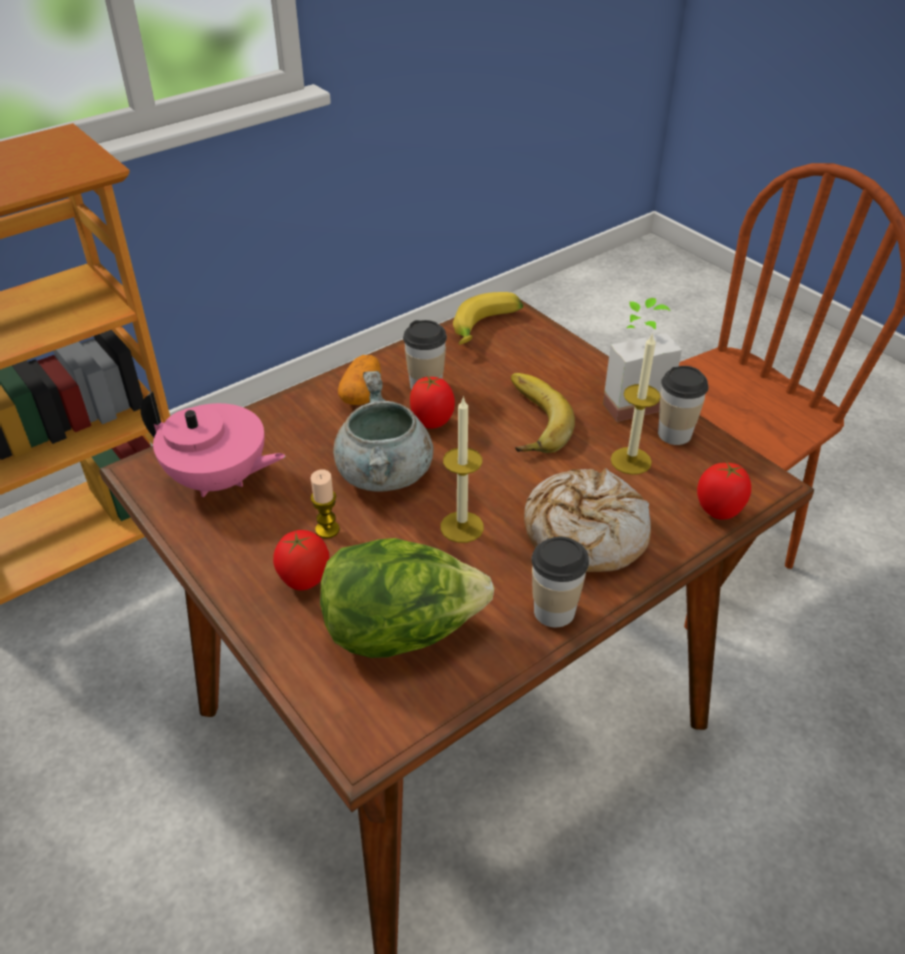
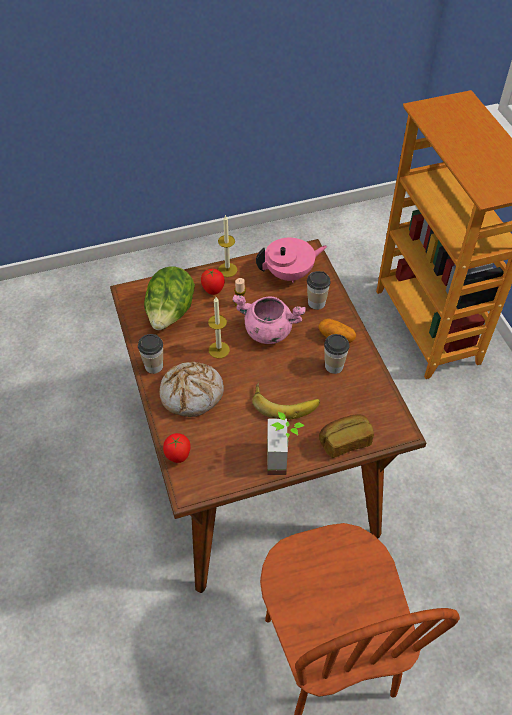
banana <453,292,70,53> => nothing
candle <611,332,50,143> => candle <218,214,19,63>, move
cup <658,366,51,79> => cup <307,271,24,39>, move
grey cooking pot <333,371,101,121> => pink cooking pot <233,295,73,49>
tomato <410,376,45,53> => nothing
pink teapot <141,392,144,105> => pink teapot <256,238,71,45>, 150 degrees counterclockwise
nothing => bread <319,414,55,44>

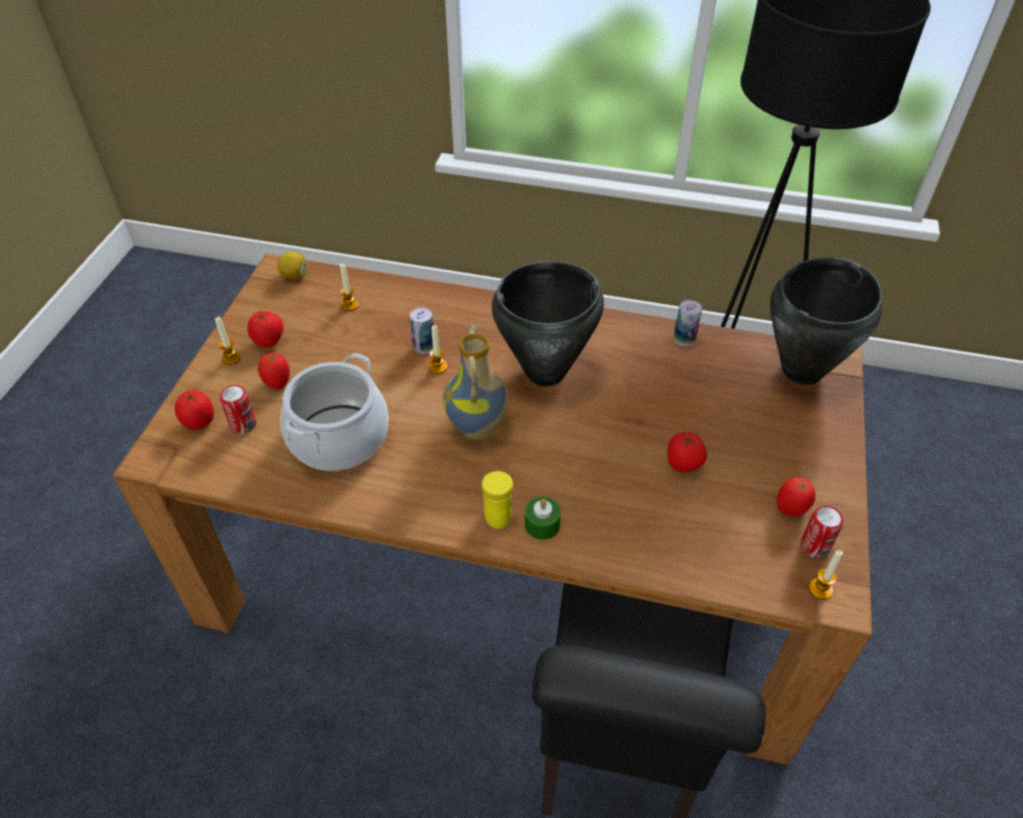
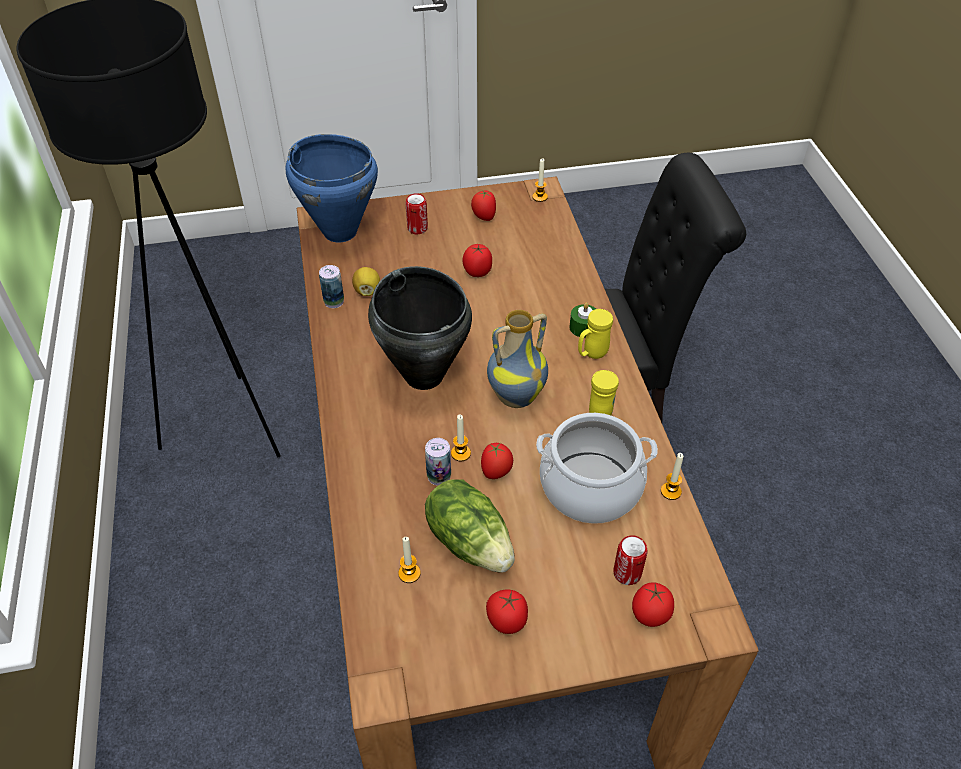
lemon <277,252,31,27> => lemon <352,267,28,29>, move
black cooking pot <770,257,112,128> => blue cooking pot <286,134,92,109>
candle <215,316,26,49> => candle <661,453,22,47>, move
tomato <258,353,32,37> => tomato <481,443,32,36>, move
can <801,506,42,52> => can <406,193,22,41>, move
nothing => yellow mug <589,370,30,45>
nothing => lettuce <425,479,90,94>

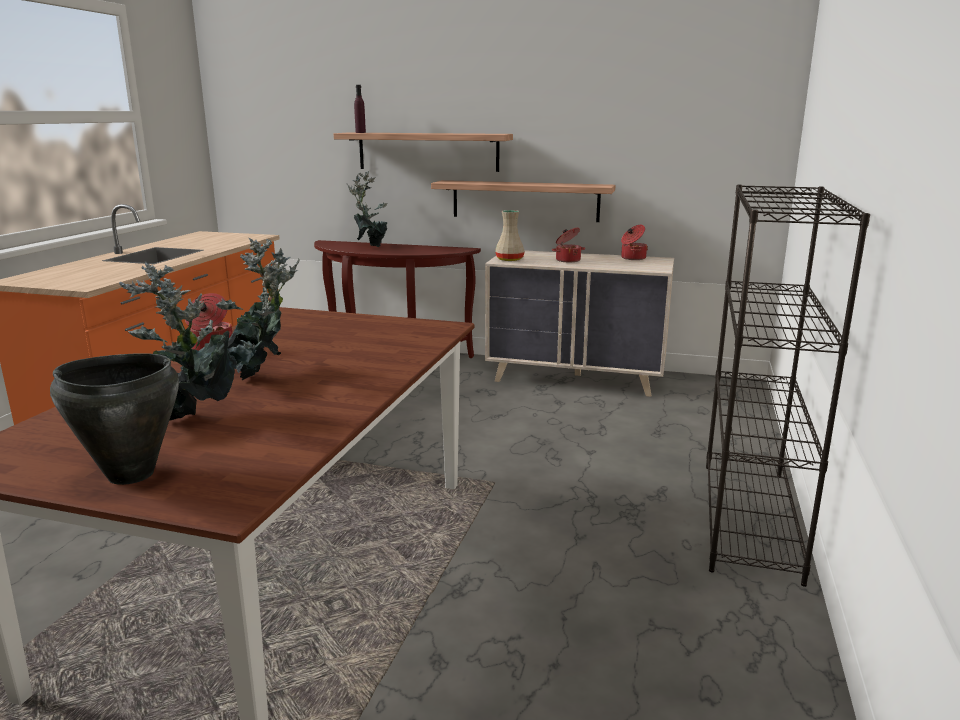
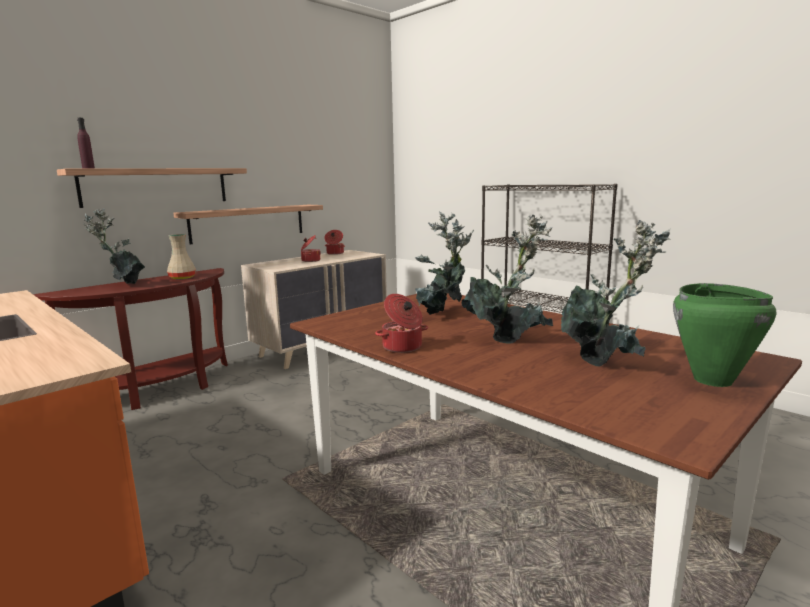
beige vase <495,210,30,51> => beige vase <167,234,29,46>, move
black cooking pot <50,353,129,132> => green cooking pot <673,283,103,104>
nothing => potted plant <415,211,59,104>

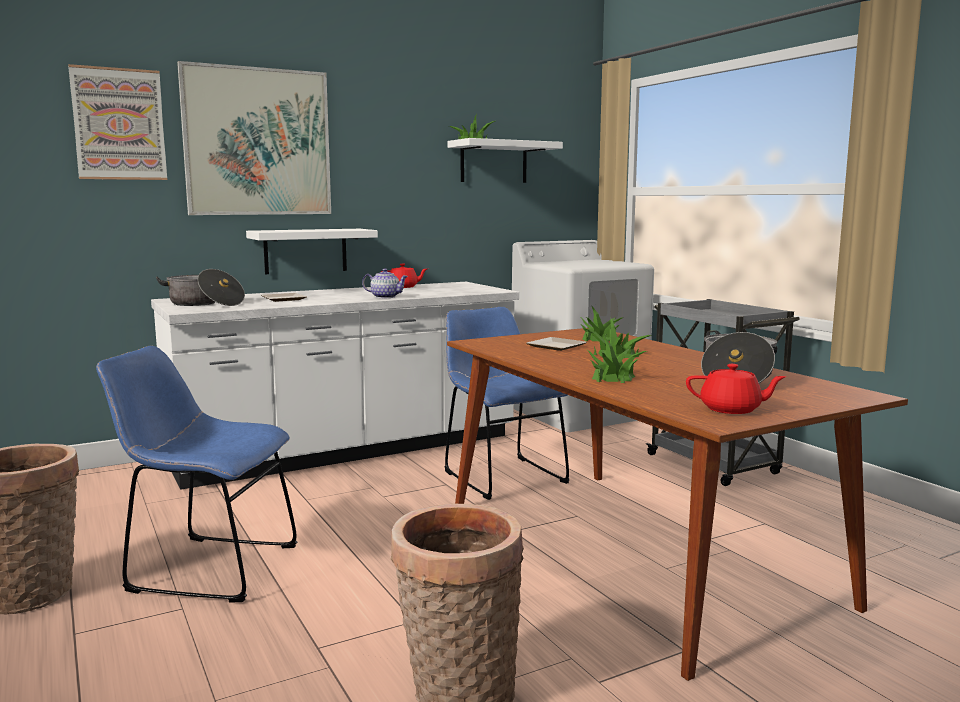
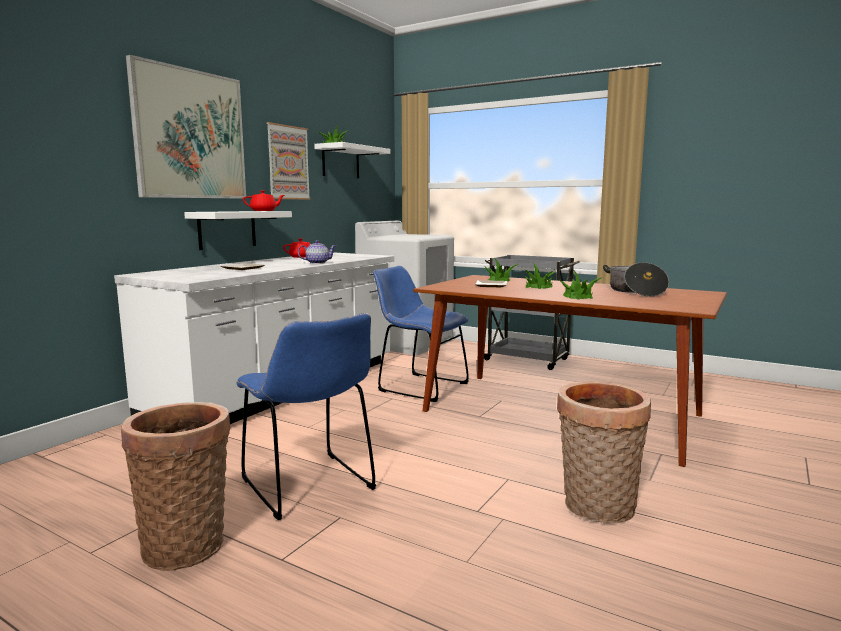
picture <68,64,99,116> => picture <266,122,45,78>, move
cooking pot <156,269,89,37> => nothing
blue chair <96,346,201,257> => blue chair <236,313,140,207>, 105 degrees counterclockwise
red teapot <686,364,100,50> => red teapot <243,190,41,21>, move

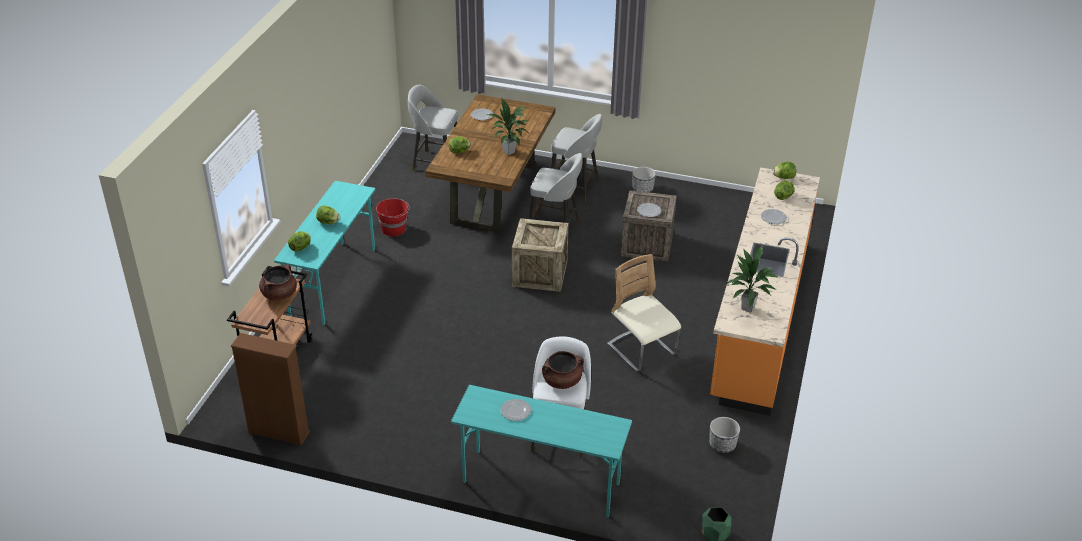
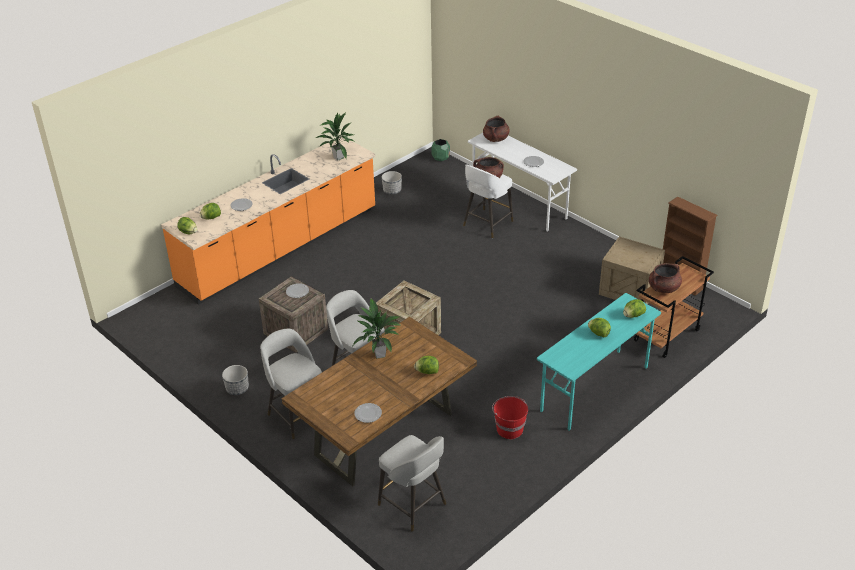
beige chair <607,254,74,118> => nothing
turquoise desk <451,385,181,132> => white desk <468,133,109,99>
nothing => brown cooking pot <483,116,27,26>
nothing => crate <599,236,66,68>

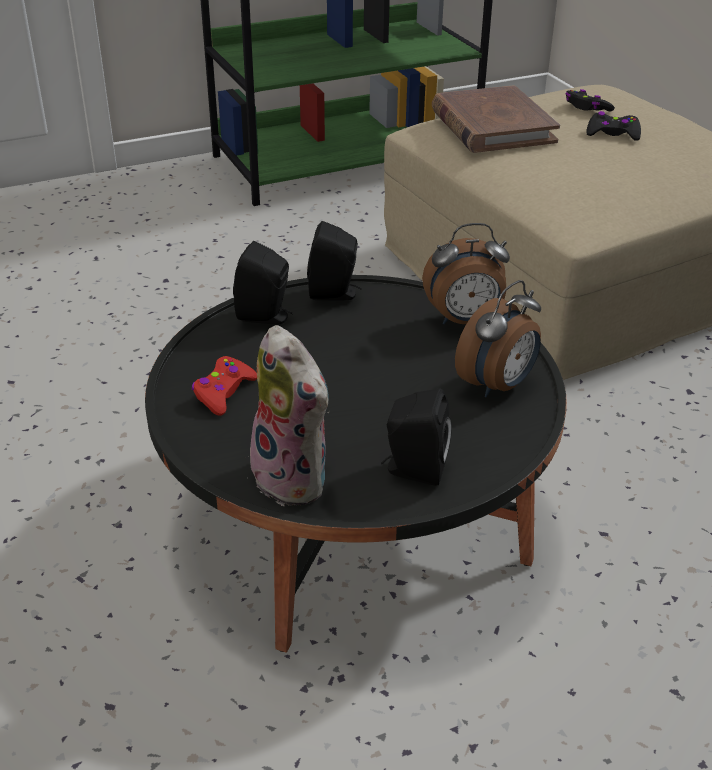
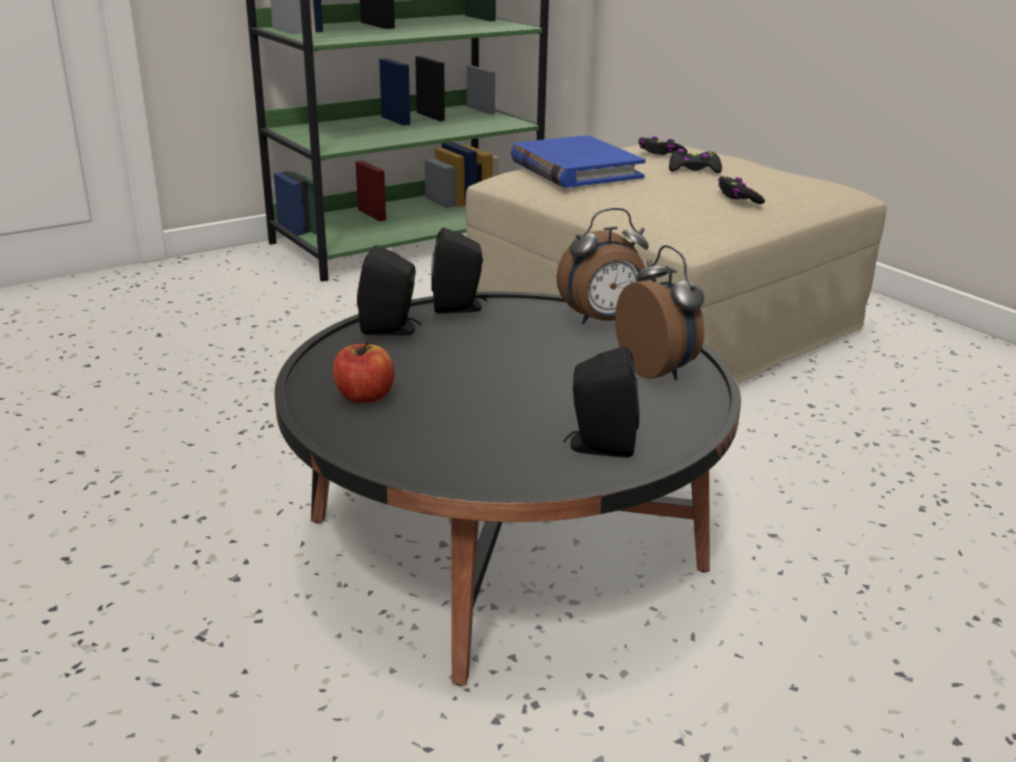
brown book <432,85,128,68> => blue book <511,135,135,53>
alarm clock <455,280,86,117> => alarm clock <615,245,89,135>, 60 degrees counterclockwise
plush toy <250,325,79,181> => nothing
red game controller <192,356,65,60> => apple <333,341,61,62>
nothing => black game controller <718,176,47,28>

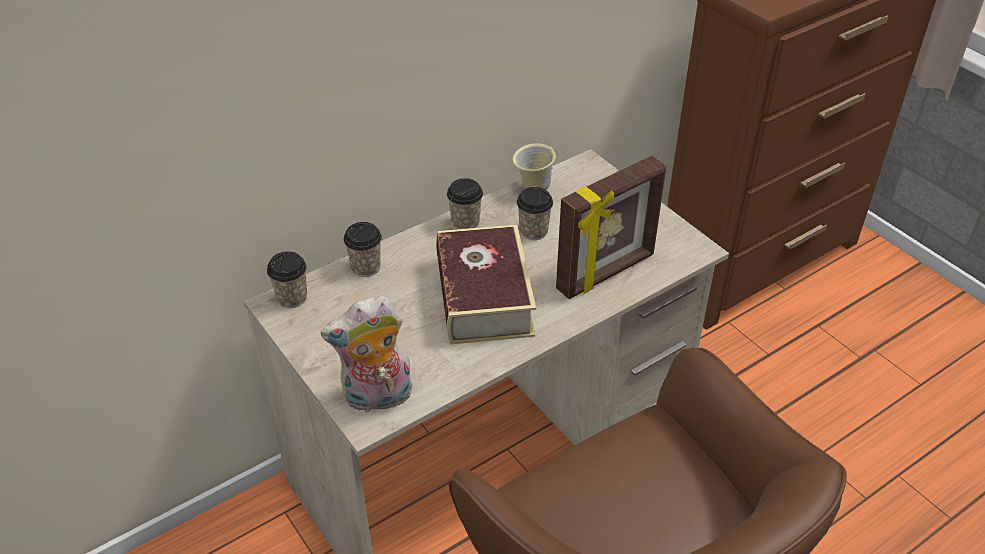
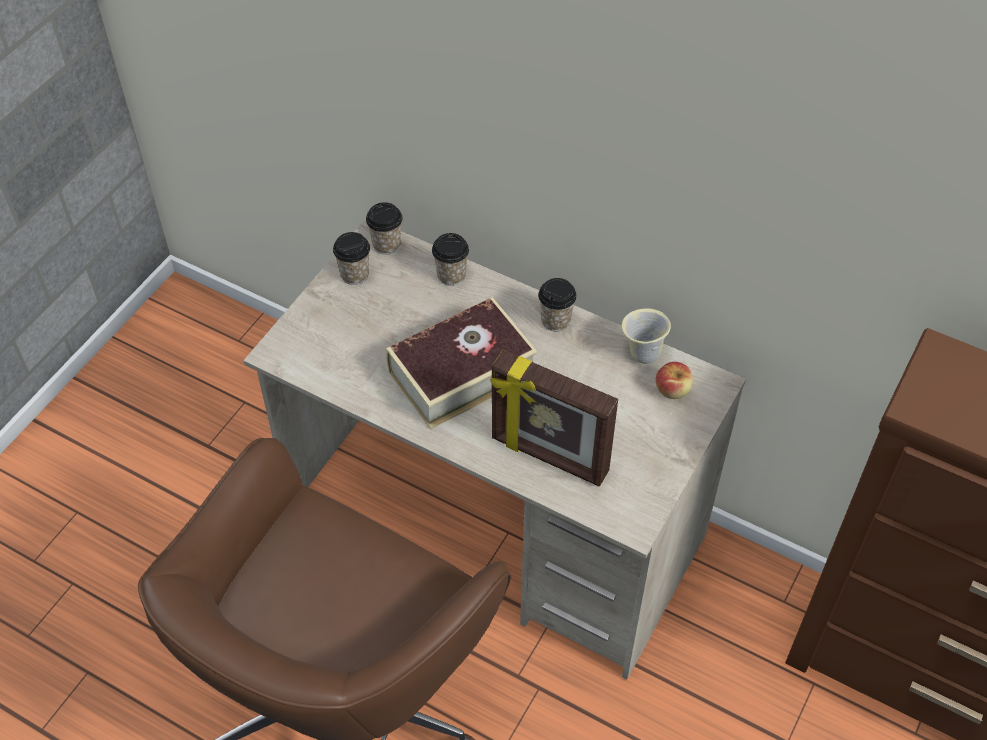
cup <517,187,36,53> => cup <333,232,37,53>, move
plush toy <321,296,91,117> => nothing
nothing => apple <656,362,37,37>

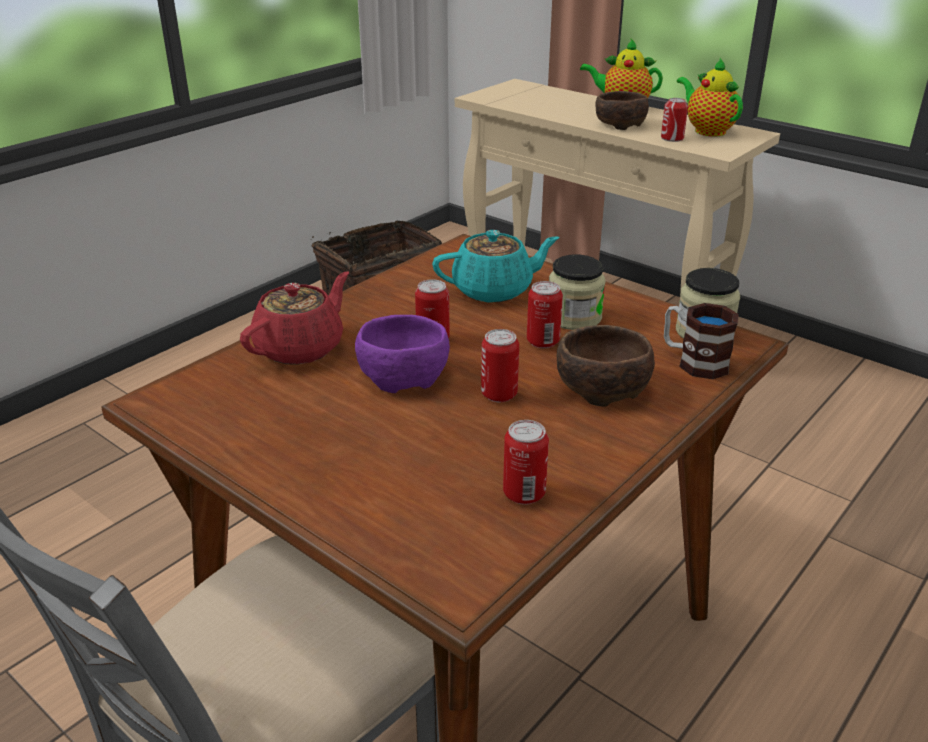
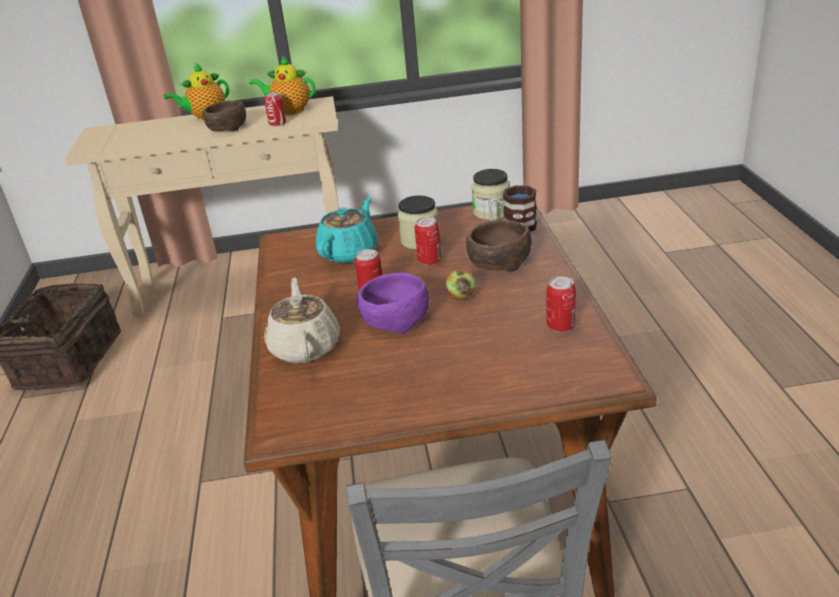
red teapot <240,271,109,94> => beige teapot <264,278,76,85>
can <481,329,38,73> => apple <446,267,29,33>

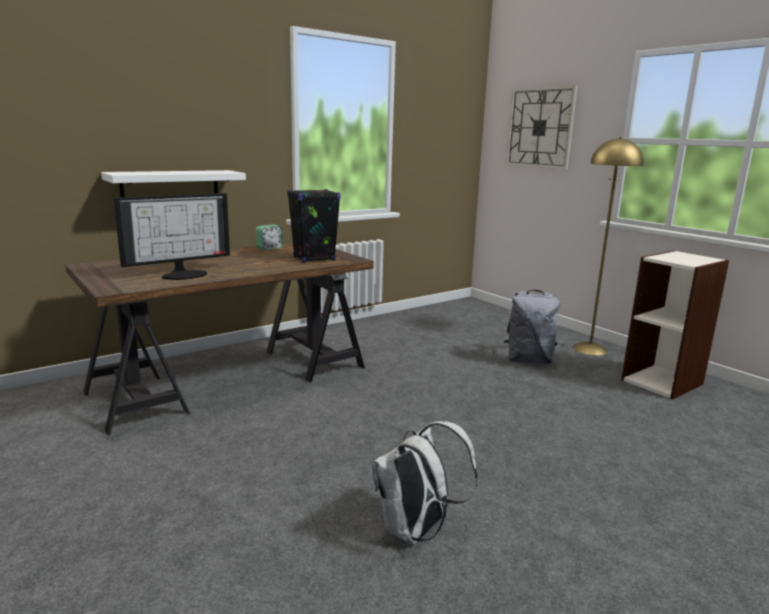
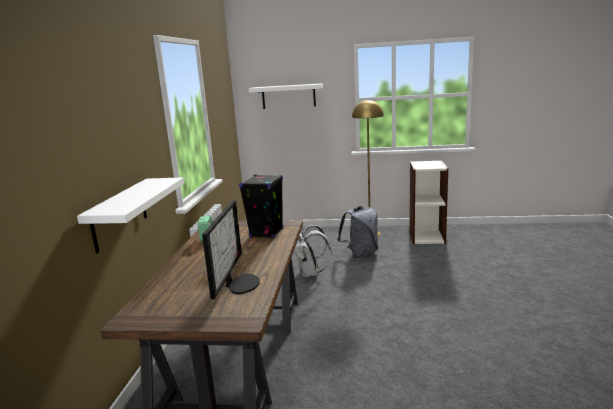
wall clock <506,85,72,85> => white shelf <248,83,75,26>
white backpack <372,421,106,123> => white backpack <294,225,38,53>, move

